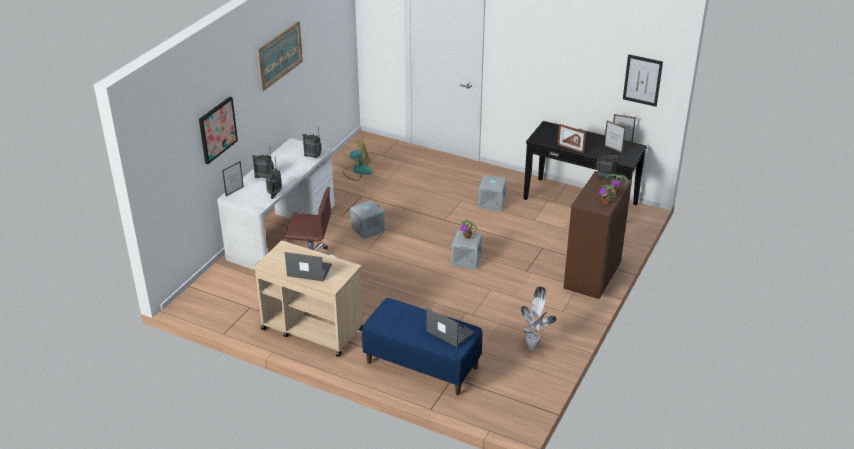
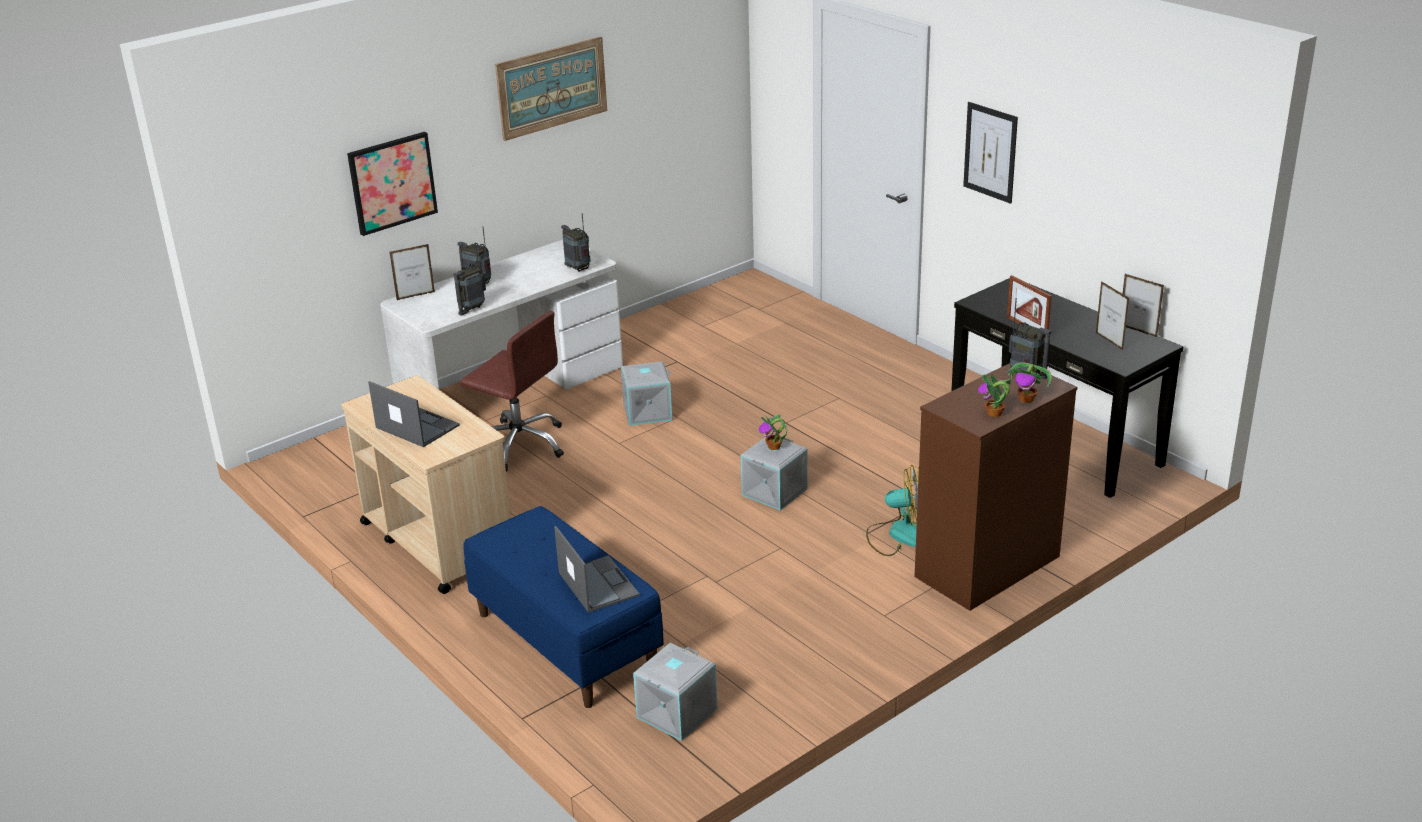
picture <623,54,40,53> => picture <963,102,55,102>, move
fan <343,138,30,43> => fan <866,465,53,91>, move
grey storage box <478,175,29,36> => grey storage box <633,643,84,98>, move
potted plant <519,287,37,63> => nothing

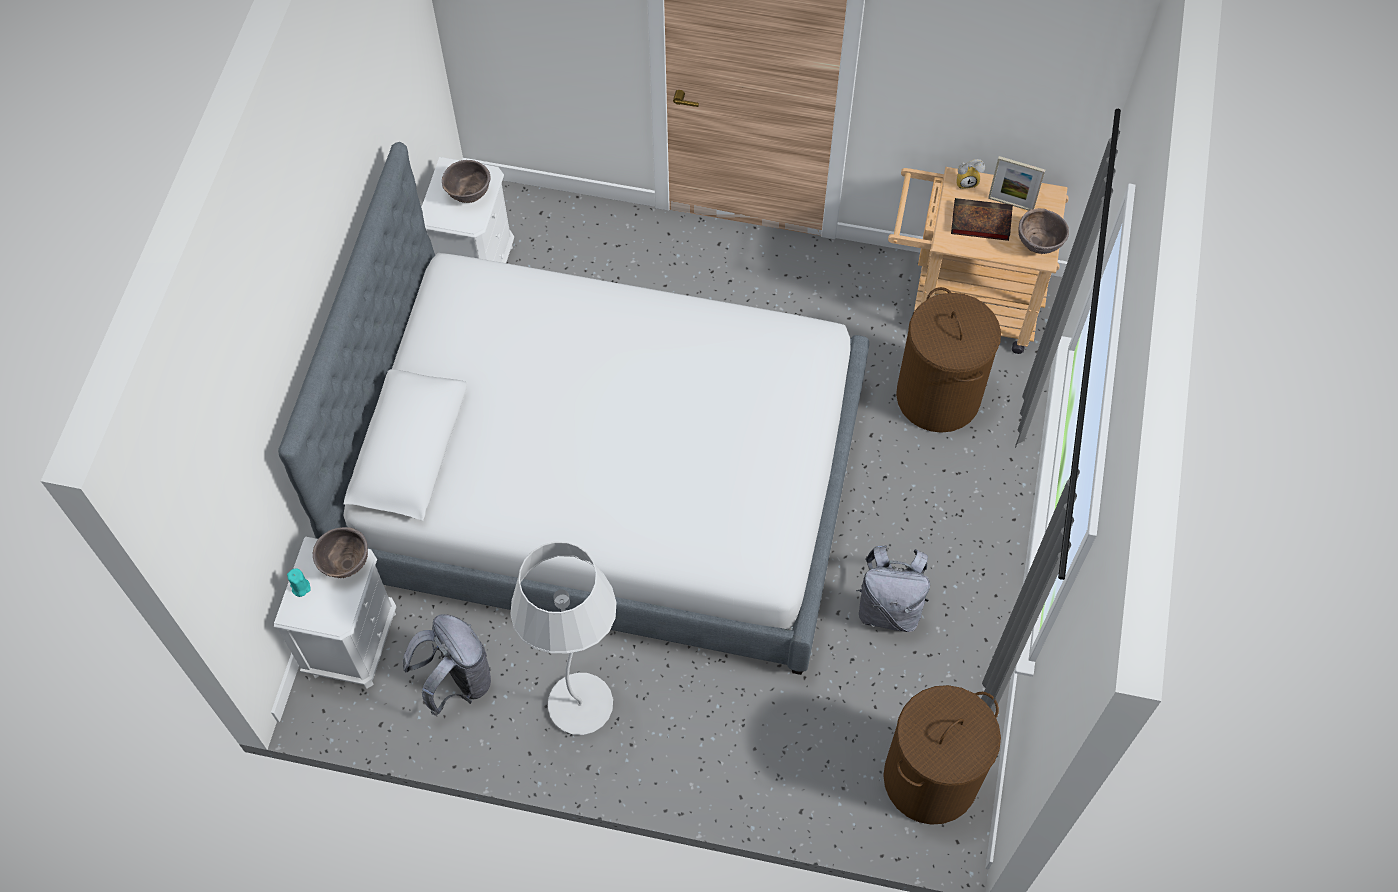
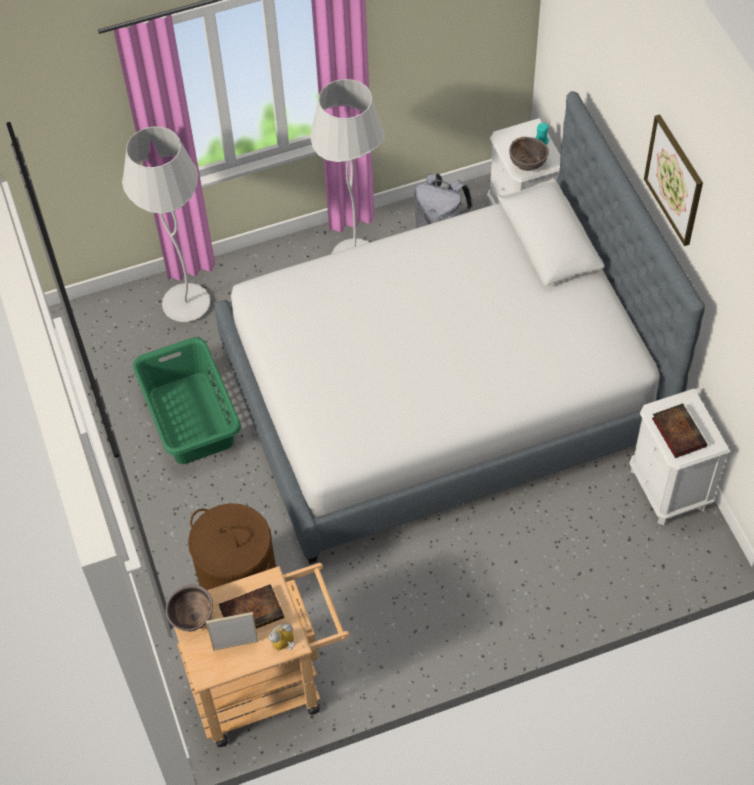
brown bowl <442,160,49,43> => book <652,403,55,55>
grey backpack <856,545,74,87> => green laundry basket <133,337,108,127>
brown laundry basket <883,685,118,140> => nothing
nothing => picture <644,114,59,132>
nothing => white floor lamp <122,127,88,195>

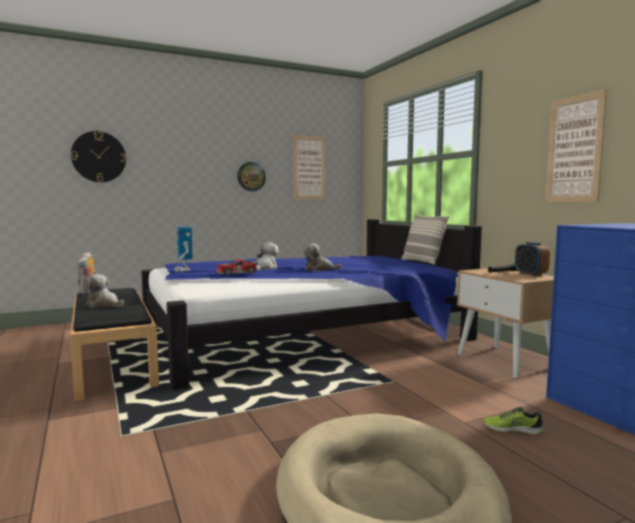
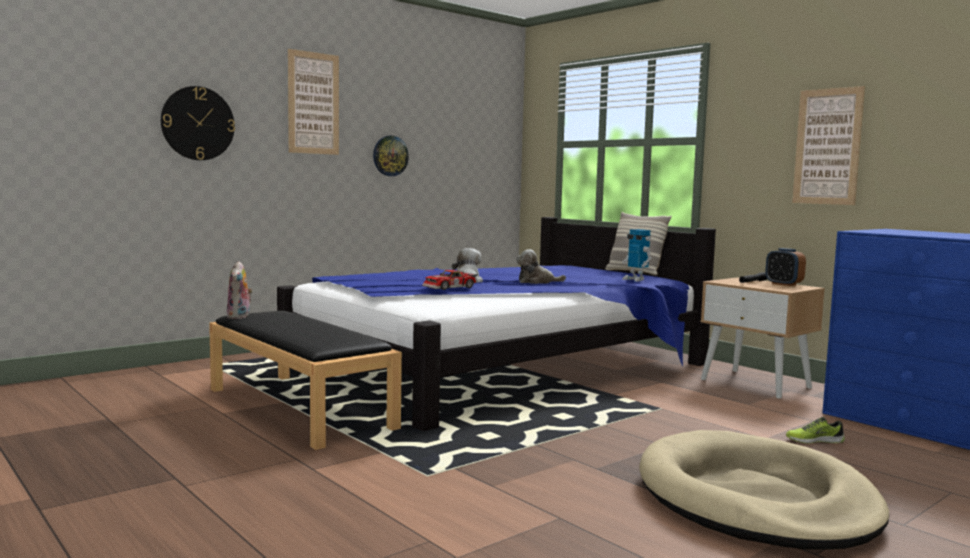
picture <293,135,32,64> => picture <288,49,51,106>, move
toy robot <174,227,19,45> => toy robot <622,229,29,53>, move
plush toy <83,274,41,34> => nothing

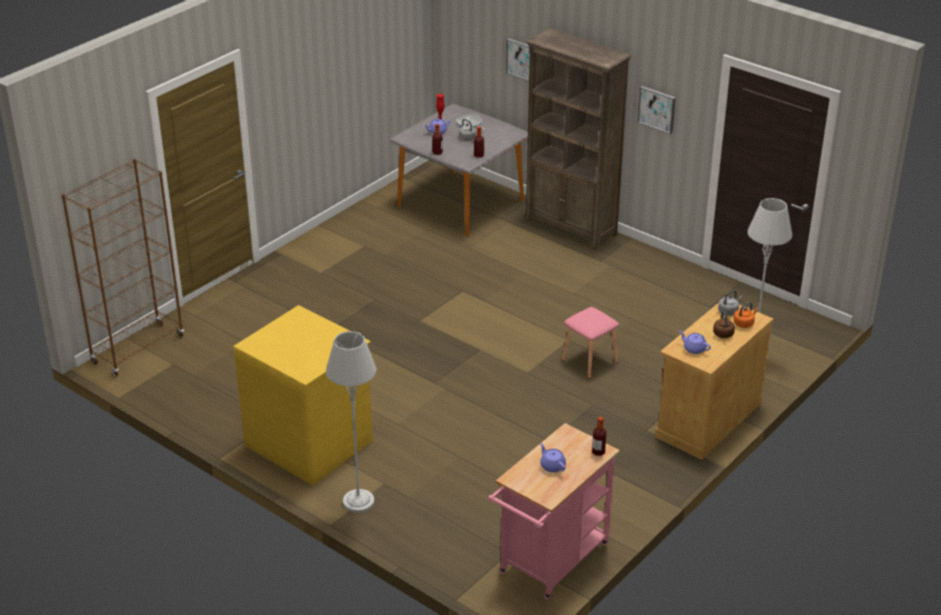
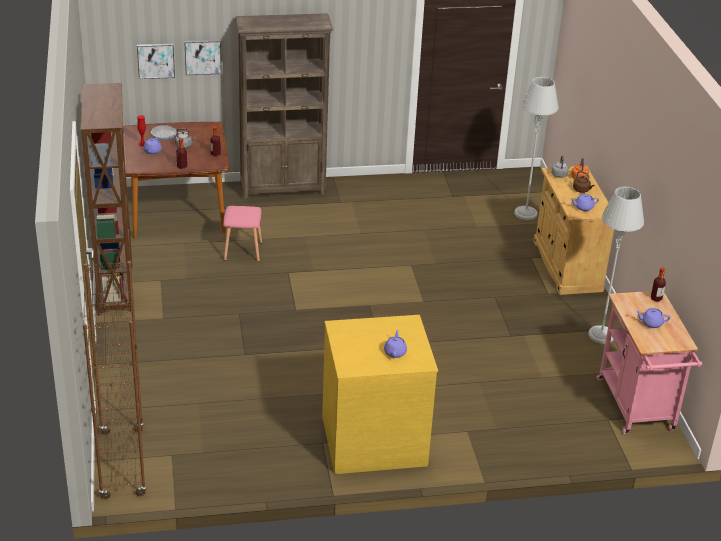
picture <638,86,38,48> => picture <137,44,38,35>, move
grey dining table <389,104,139,133> => brown dining table <123,122,106,116>
pink stool <561,307,58,72> => pink stool <223,206,39,56>, move
grey floor lamp <326,331,50,182> => grey floor lamp <588,187,56,157>, move
nothing => brown bookcase <81,83,52,232>
nothing => purple teapot <384,330,23,28>

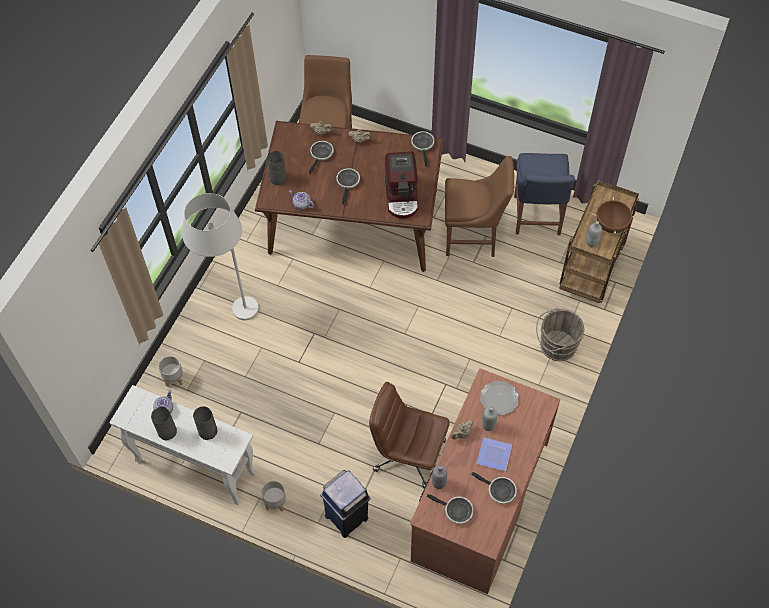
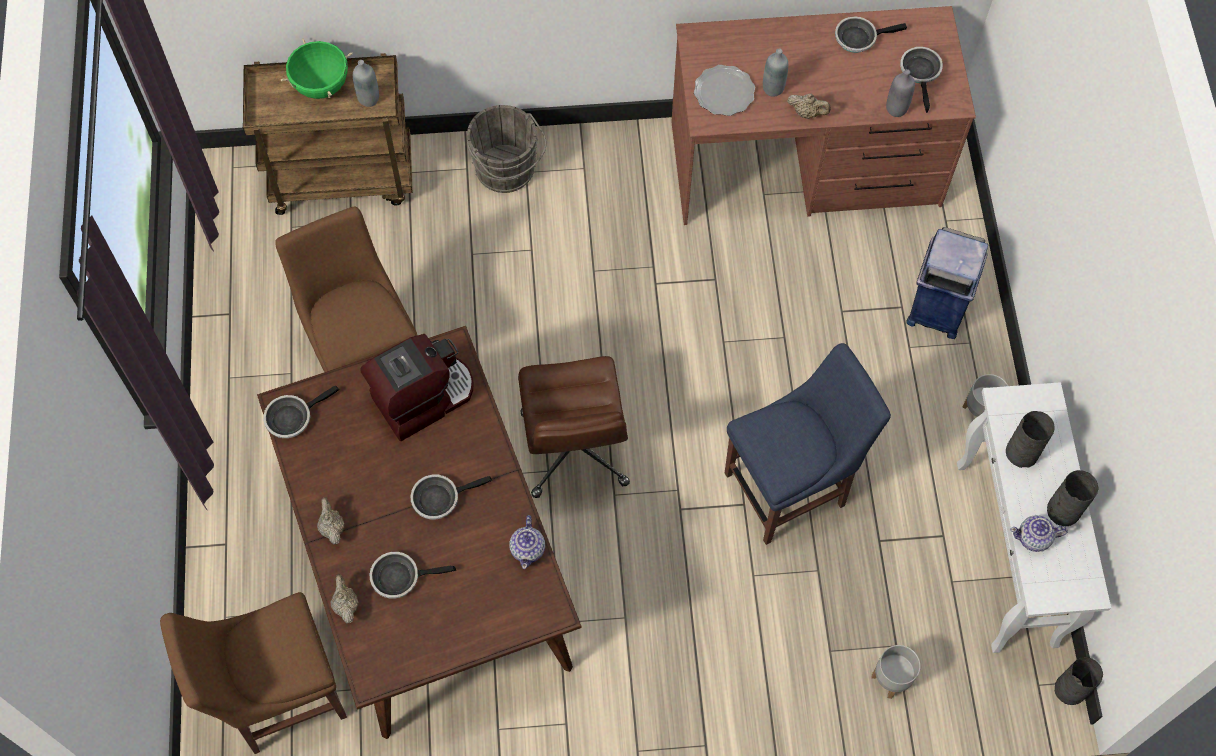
grey vase <267,151,20,34> => grey vase <1055,657,48,48>, move
blue chair <514,153,61,82> => blue chair <725,343,166,202>, move
white floor lamp <182,193,77,127> => nothing
brown cooking pot <592,197,45,37> => green cooking pot <281,38,71,61>
brown office chair <369,382,81,106> => brown office chair <518,356,112,142>, move
plate <476,437,36,34> => nothing
frying pan <471,472,46,32> => frying pan <835,16,72,37>, 105 degrees counterclockwise

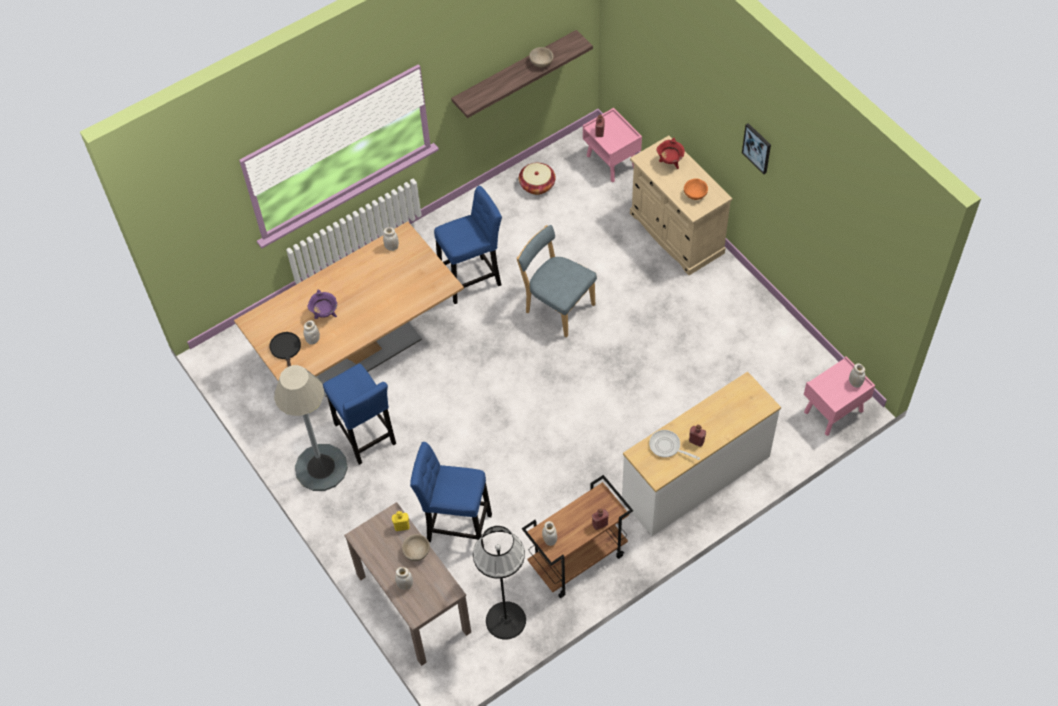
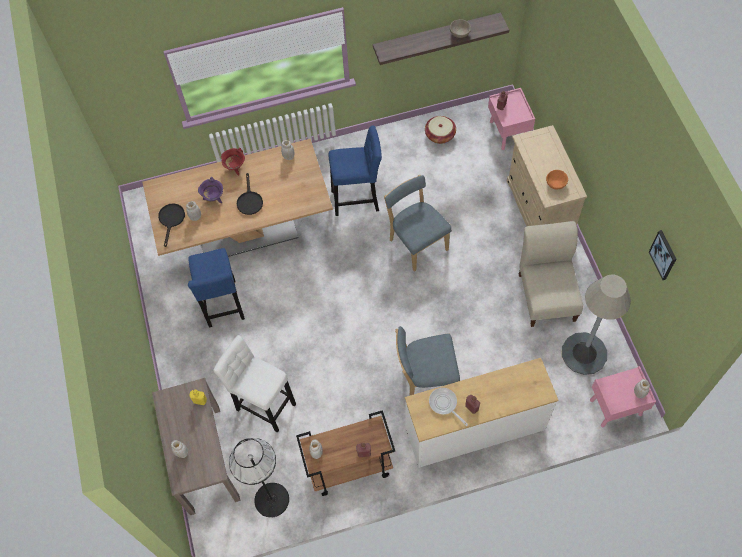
picture <742,123,29,51> => picture <649,230,27,50>, move
red cooking pot <656,138,29,31> => red cooking pot <221,148,24,27>, move
grey floor lamp <274,365,74,126> => grey floor lamp <562,275,69,100>, move
blue stool <410,442,82,106> => white stool <213,335,83,98>
beige bowl <402,534,28,27> => nothing
nothing => black frying pan <237,173,26,42>
nothing => beige chair <519,221,64,106>
nothing => blue chair <395,326,65,70>

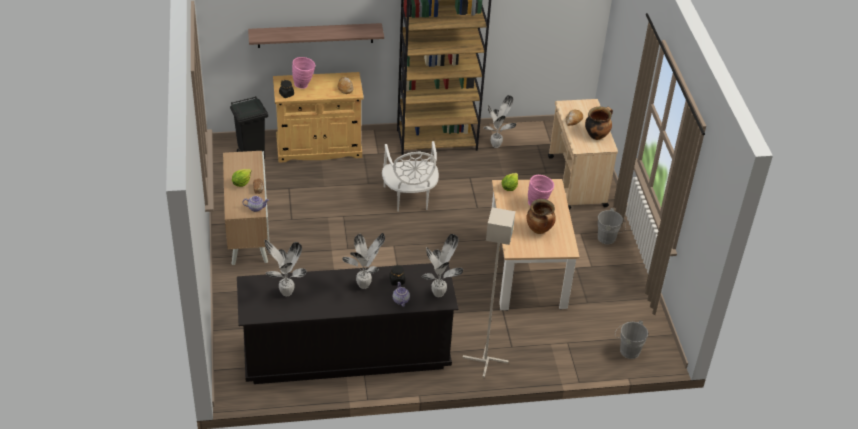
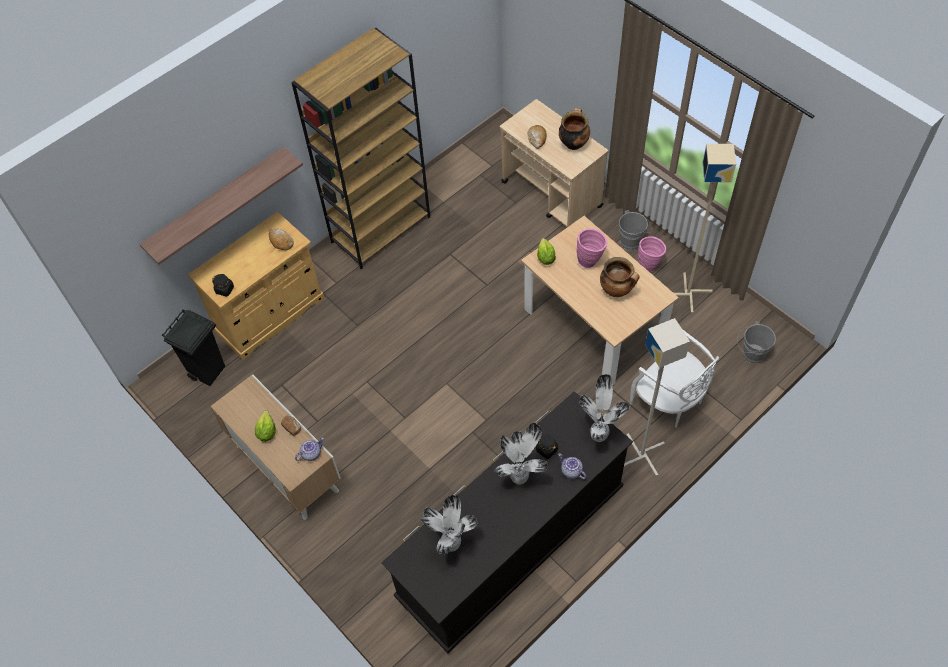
pink vase <292,57,23,32> => pink vase <638,236,28,36>, move
potted plant <483,95,33,53> => nothing
white chair <382,141,57,71> => white chair <630,329,89,99>, move
nothing => beige floor lamp <674,144,62,169>

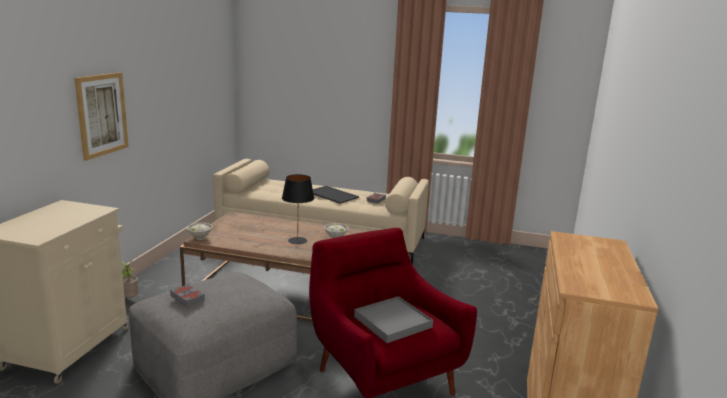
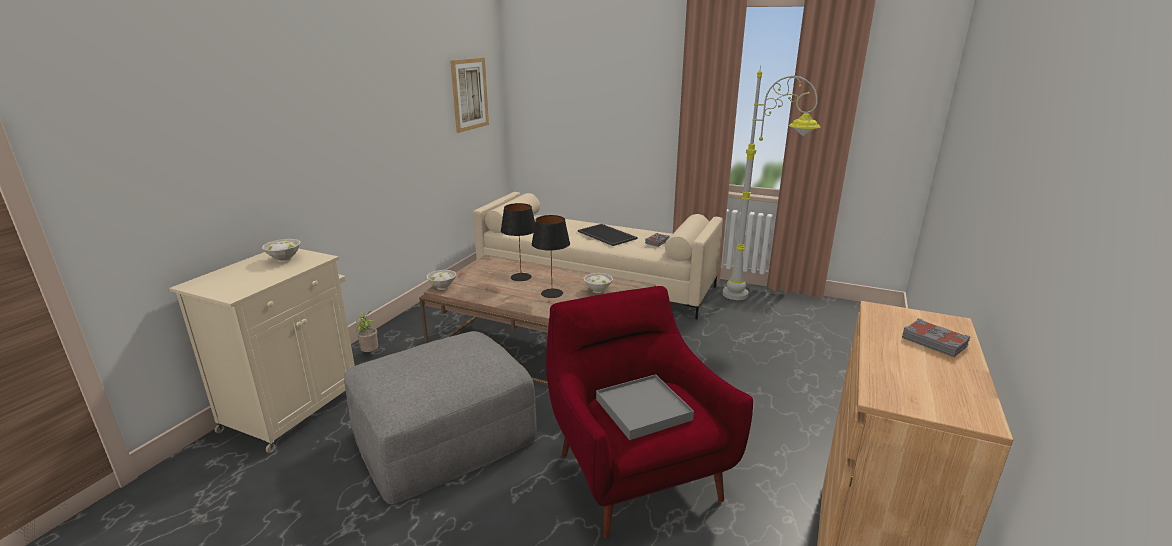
picture <74,72,55,89> => picture <450,58,39,75>, move
grey book <170,284,35,23> => grey book <902,318,69,39>, move
nothing => grey floor lamp <722,65,98,235>
nothing => black table lamp <501,203,34,78>
nothing => white bowl <262,239,39,23>

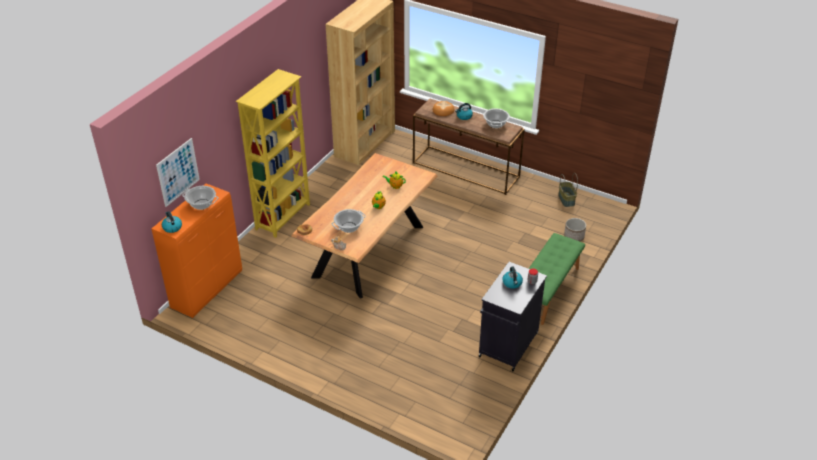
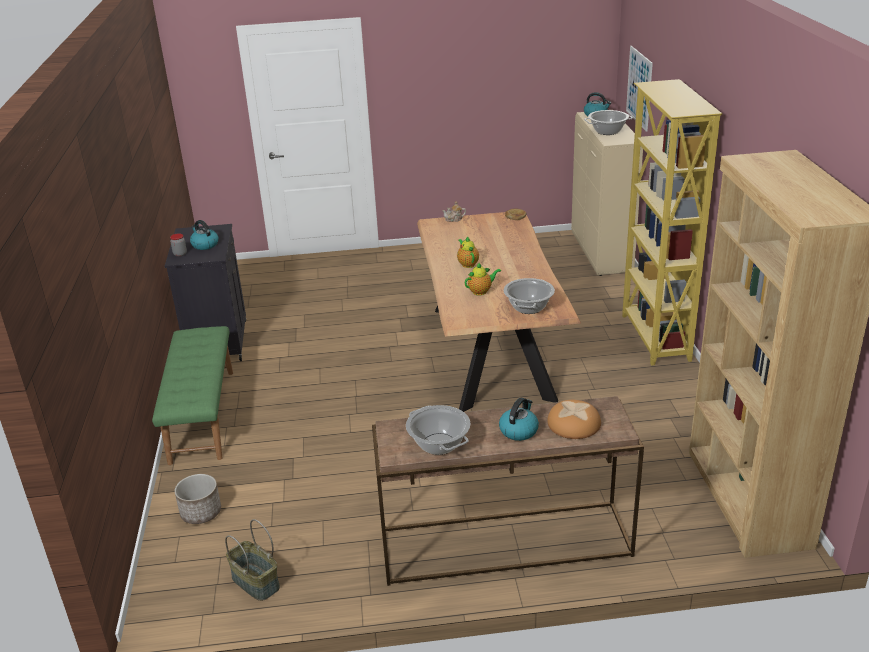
orange cabinet <151,183,91,135> => beige cabinet <571,112,72,164>
cooking pot <332,209,34,24> => cooking pot <504,278,51,36>, move

